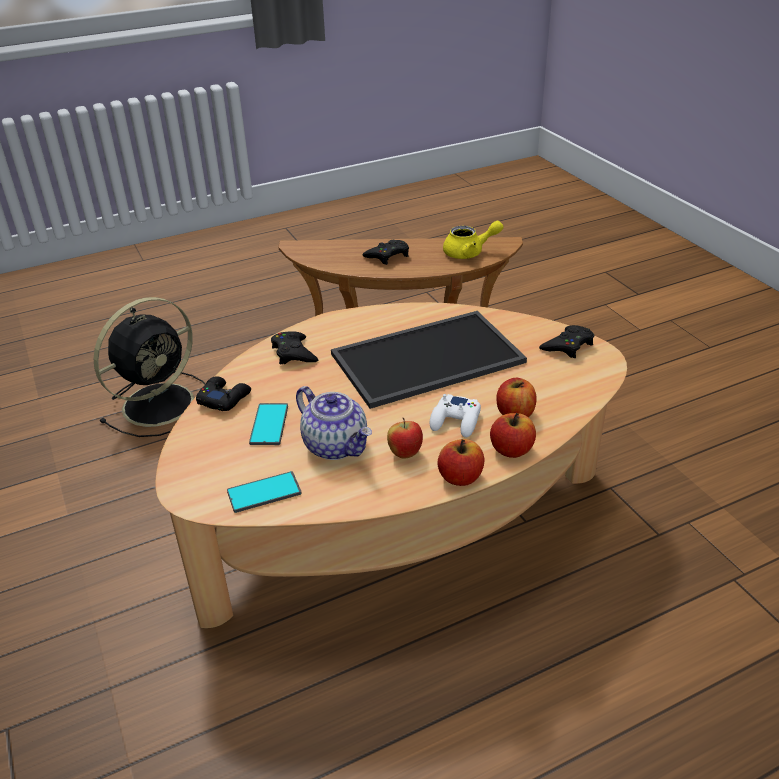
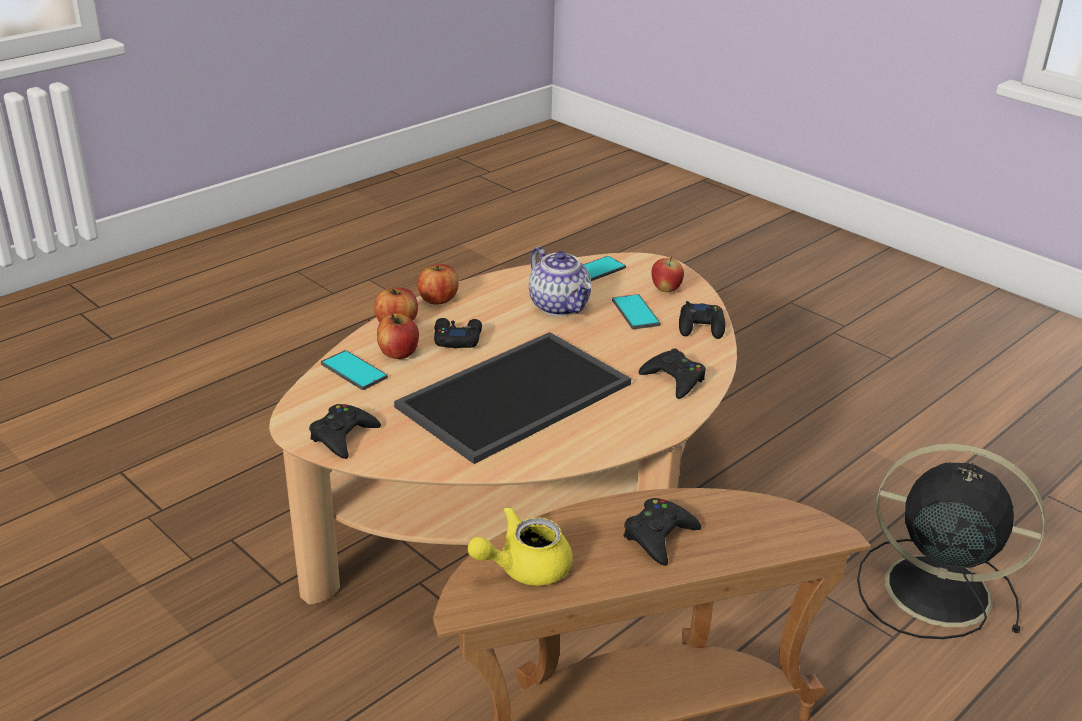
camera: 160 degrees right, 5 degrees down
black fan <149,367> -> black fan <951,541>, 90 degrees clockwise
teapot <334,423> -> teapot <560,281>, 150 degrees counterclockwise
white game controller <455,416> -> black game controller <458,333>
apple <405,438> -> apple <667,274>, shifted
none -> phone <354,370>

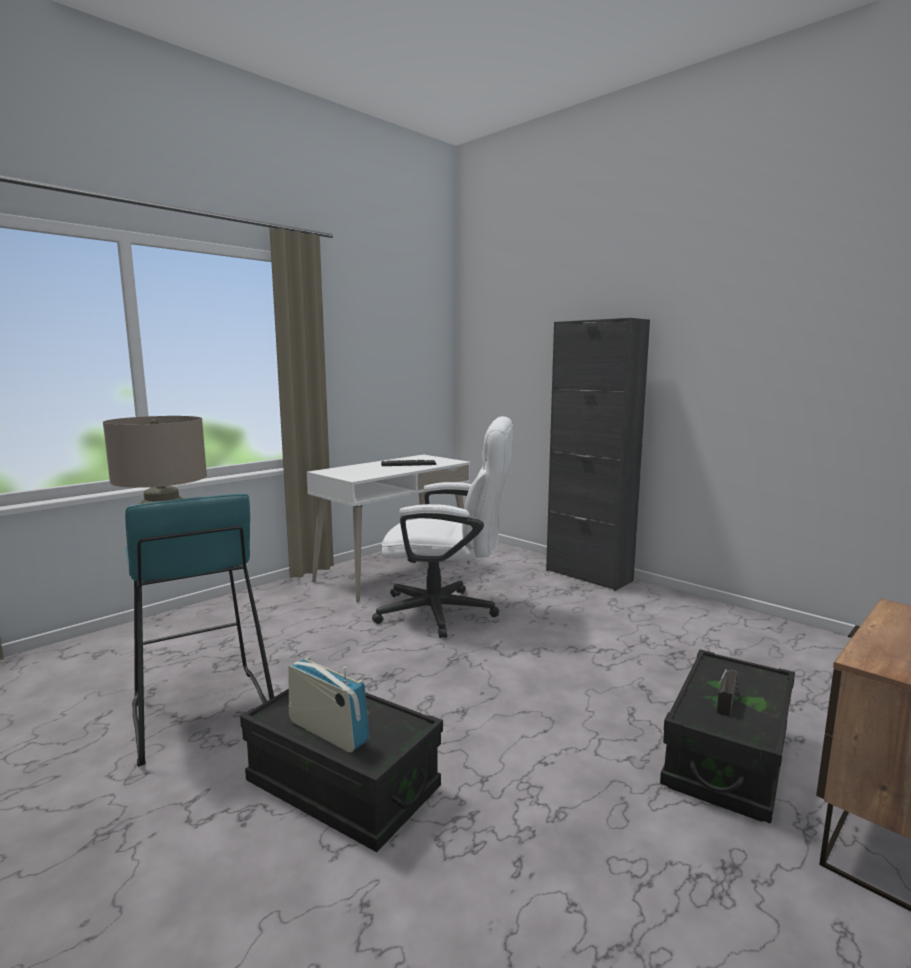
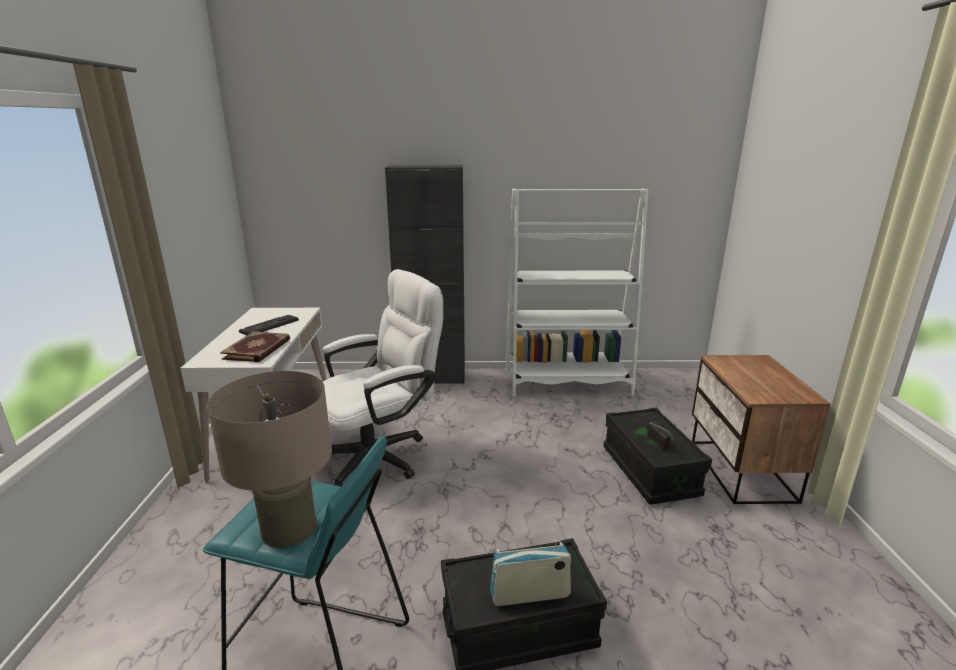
camera: 45 degrees left, 10 degrees up
none -> white bookcase <577,293>
none -> book <255,346>

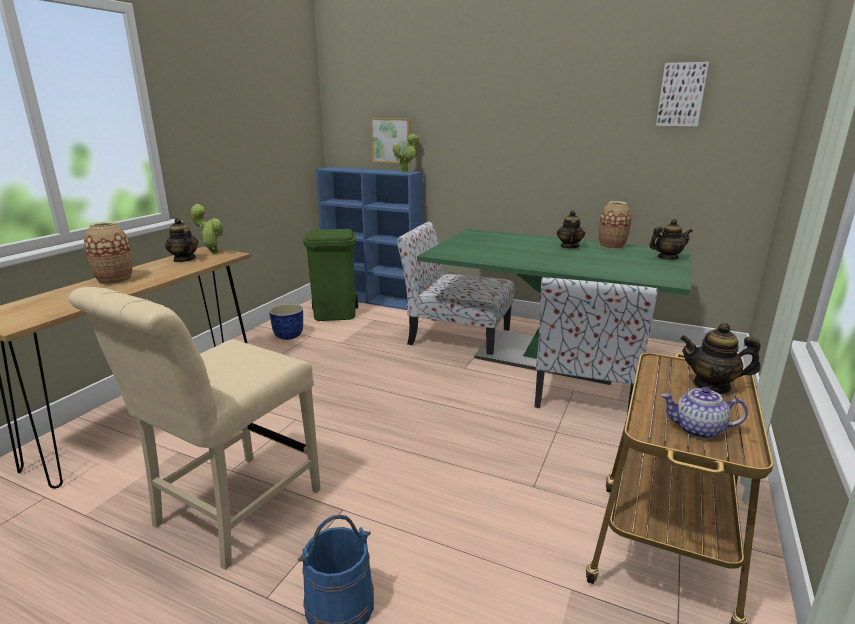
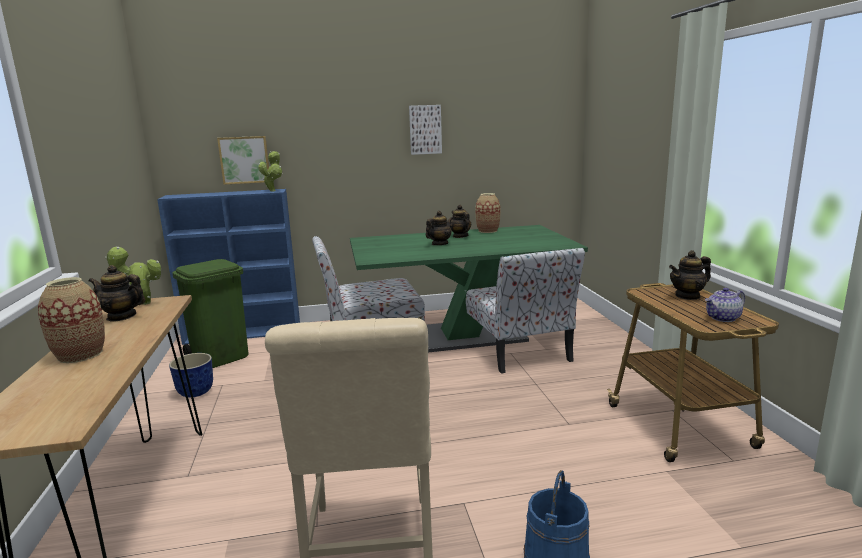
camera: 35 degrees left, 5 degrees down
picture <682,94> -> picture <425,130>, shifted
teapot <671,239> -> teapot <439,228>, shifted

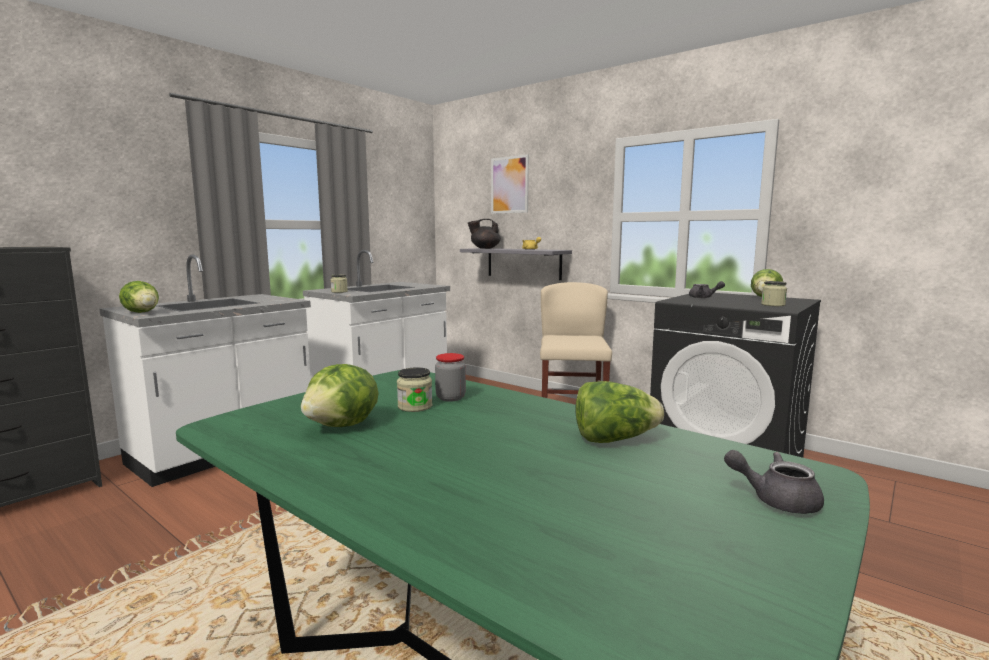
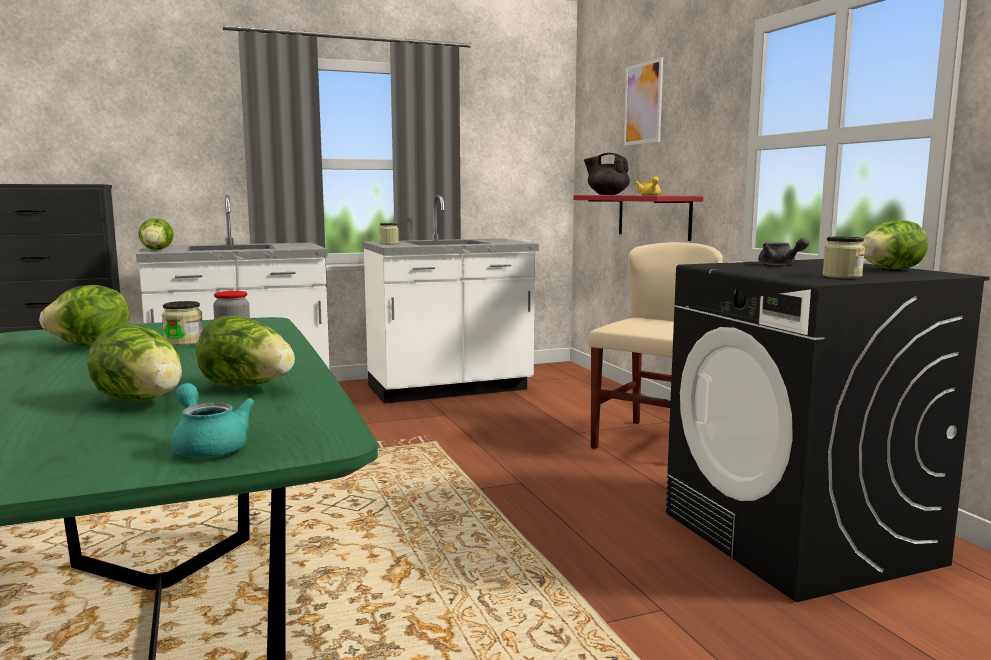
camera: 30 degrees right, 0 degrees up
grey shelf <516,264> -> red shelf <638,218>
grey teapot <774,482> -> turquoise teapot <212,420>
none -> lettuce <134,362>

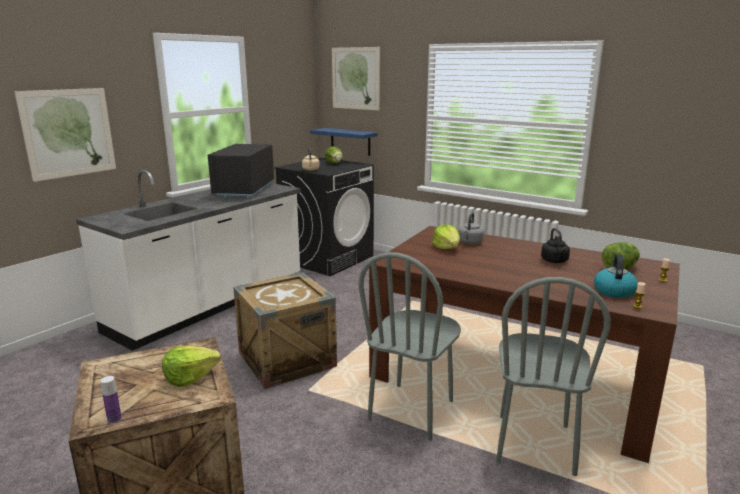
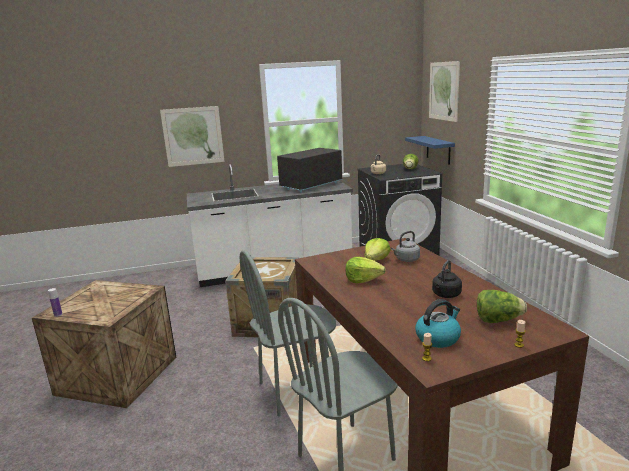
camera: 40 degrees right, 0 degrees up
lettuce <191,366> -> lettuce <366,270>, shifted

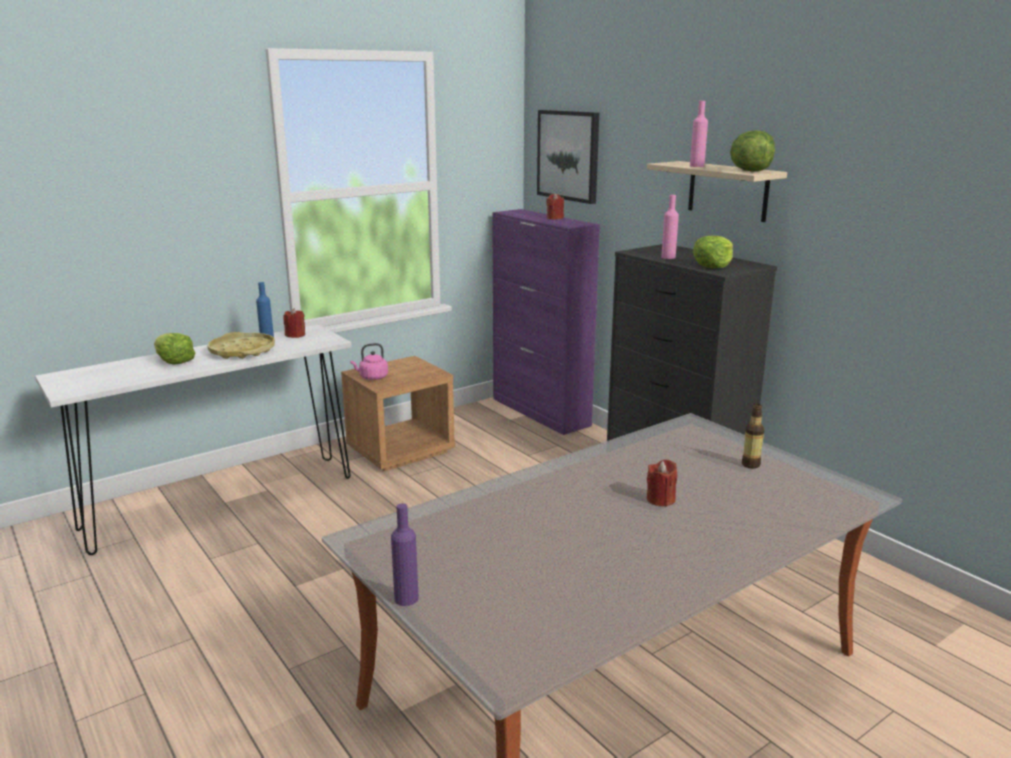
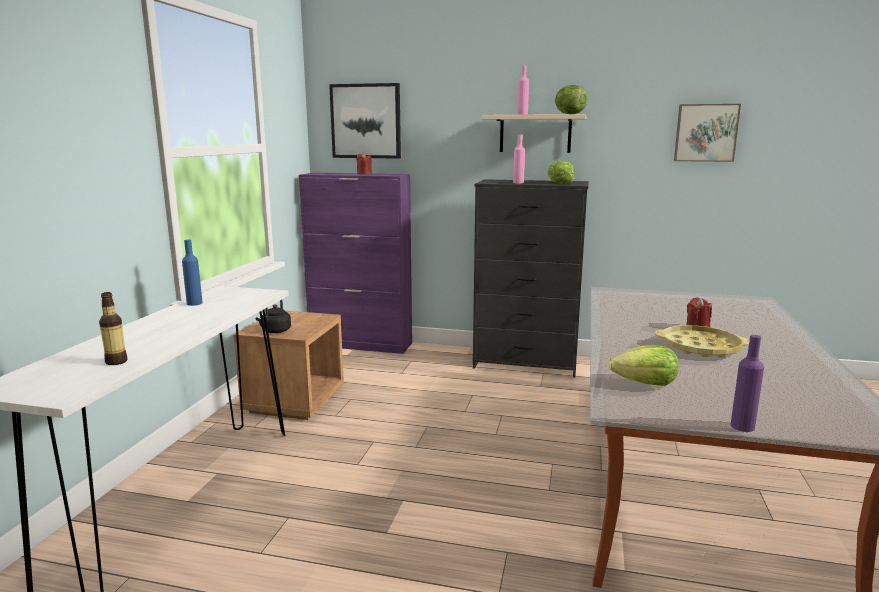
camera: 40 degrees left, 5 degrees down
red candle <294,323> -> none
yellow tray <241,345> -> yellow tray <702,341>, shifted
lettuce <174,349> -> lettuce <644,365>, shifted
pink kettle <369,361> -> black kettle <273,316>
bottle <753,435> -> bottle <113,328>, shifted
none -> picture <707,133>

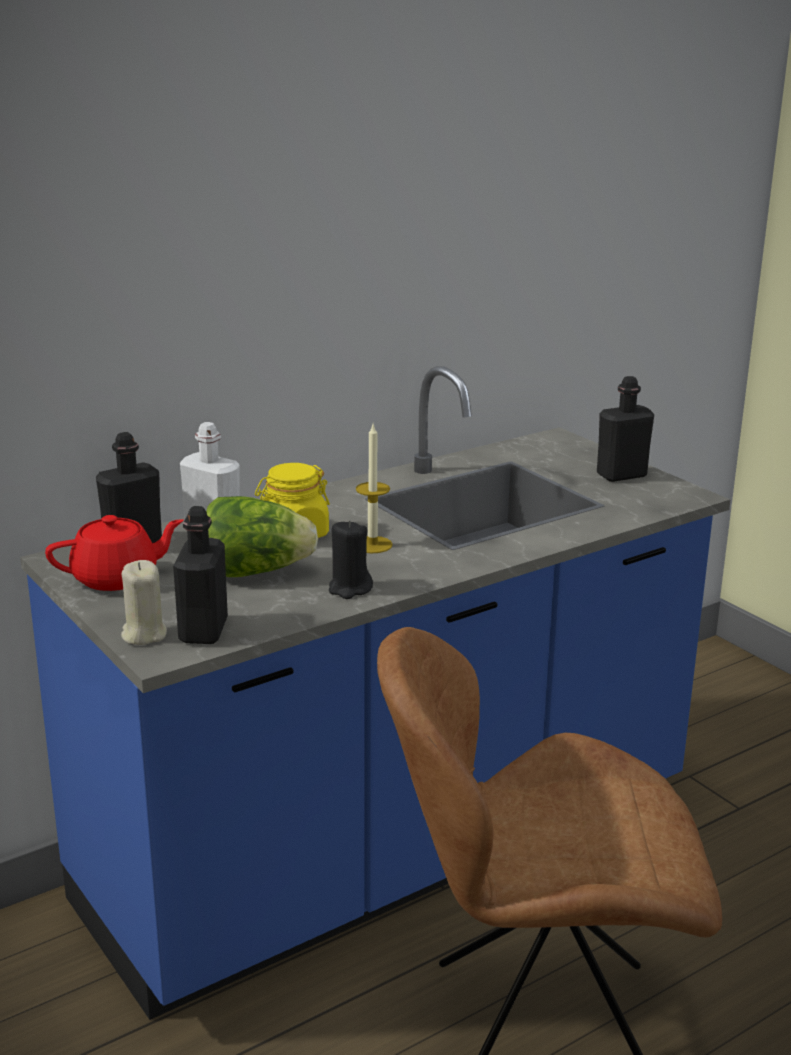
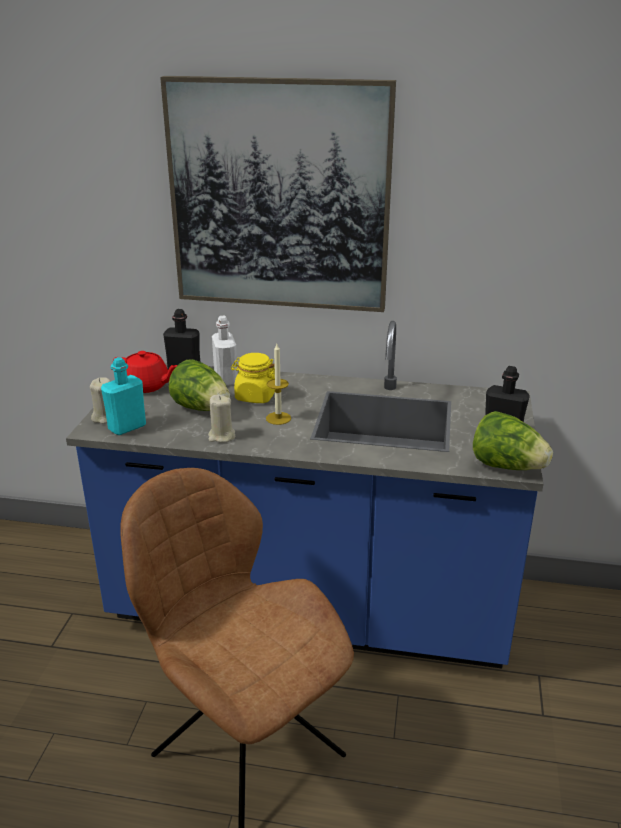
camera: 45 degrees right, 5 degrees up
black bottle <200,575> -> turquoise bottle <123,396>
black candle <351,559> -> beige candle <222,419>
none -> picture <278,194>
none -> lettuce <513,440>

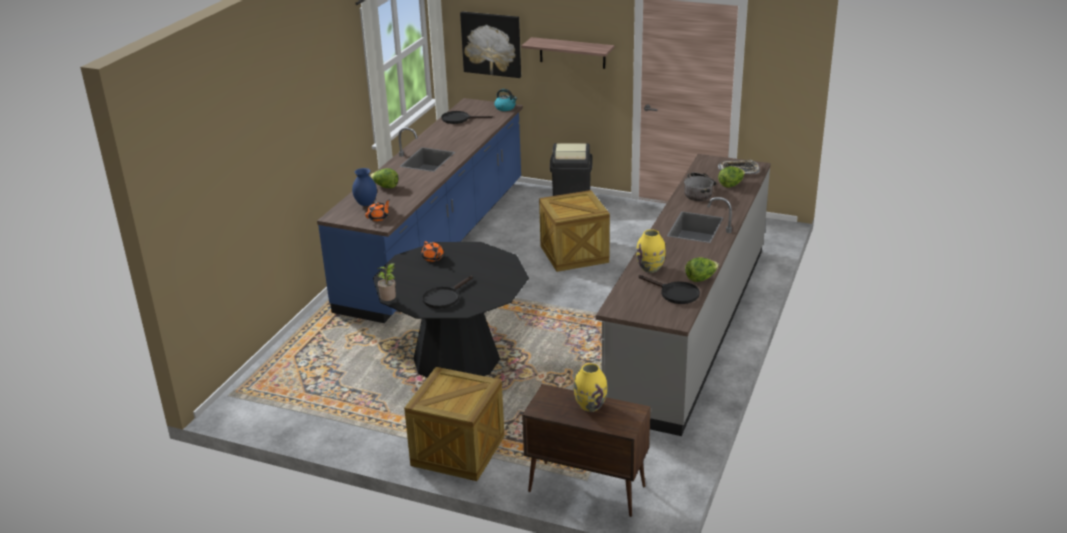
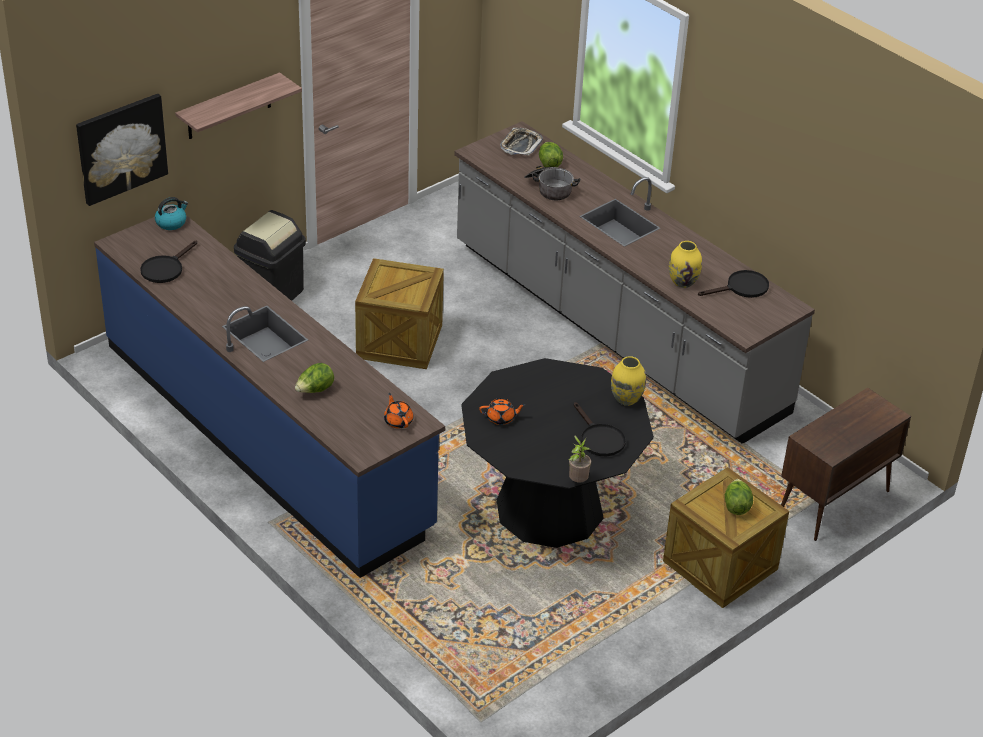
camera: 65 degrees left, 10 degrees up
blue vase <364,187> -> none
lettuce <702,269> -> lettuce <739,497>, shifted
yellow vase <590,387> -> yellow vase <628,381>, shifted

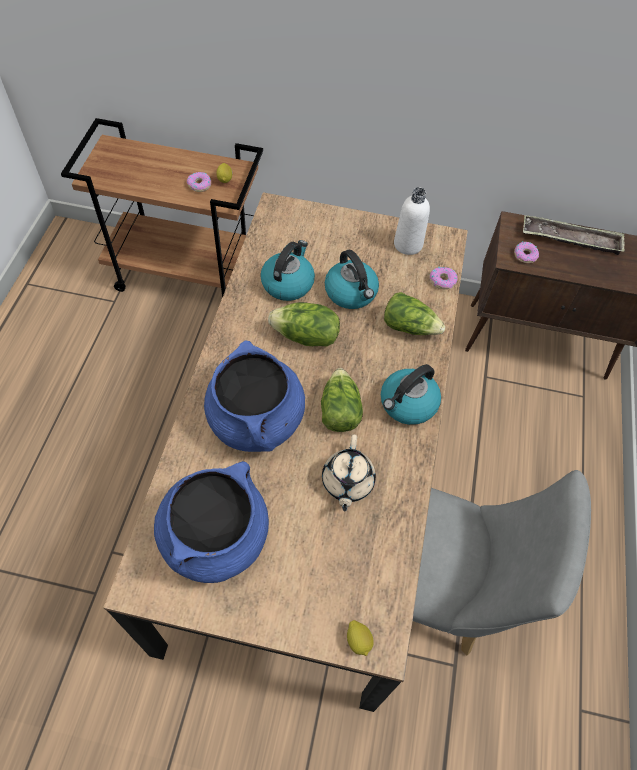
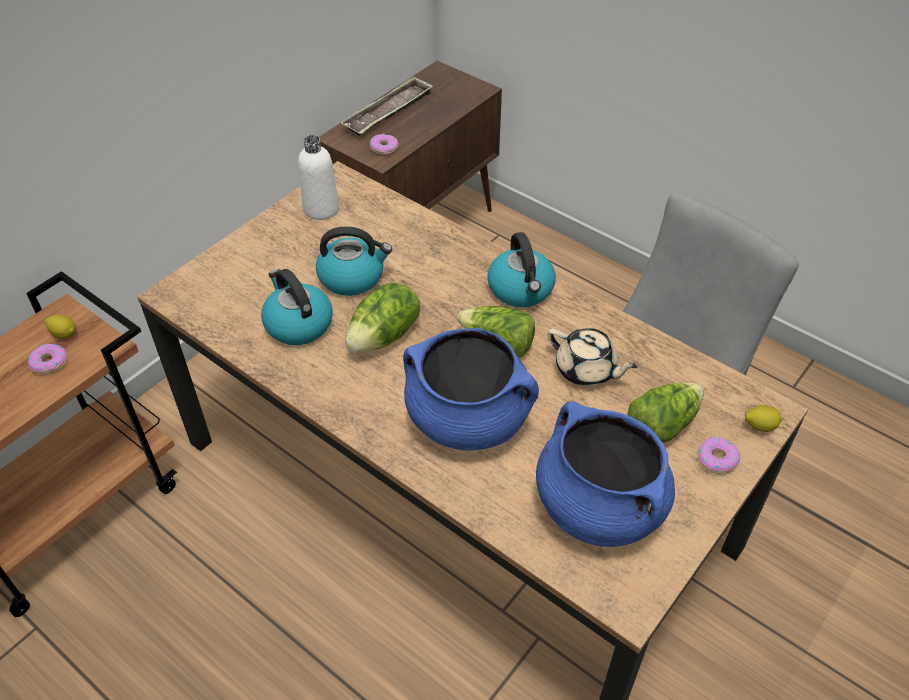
camera: 60 degrees left, 10 degrees down
donut <443,278> -> donut <719,455>, shifted
lettuce <414,313> -> lettuce <665,413>, shifted

